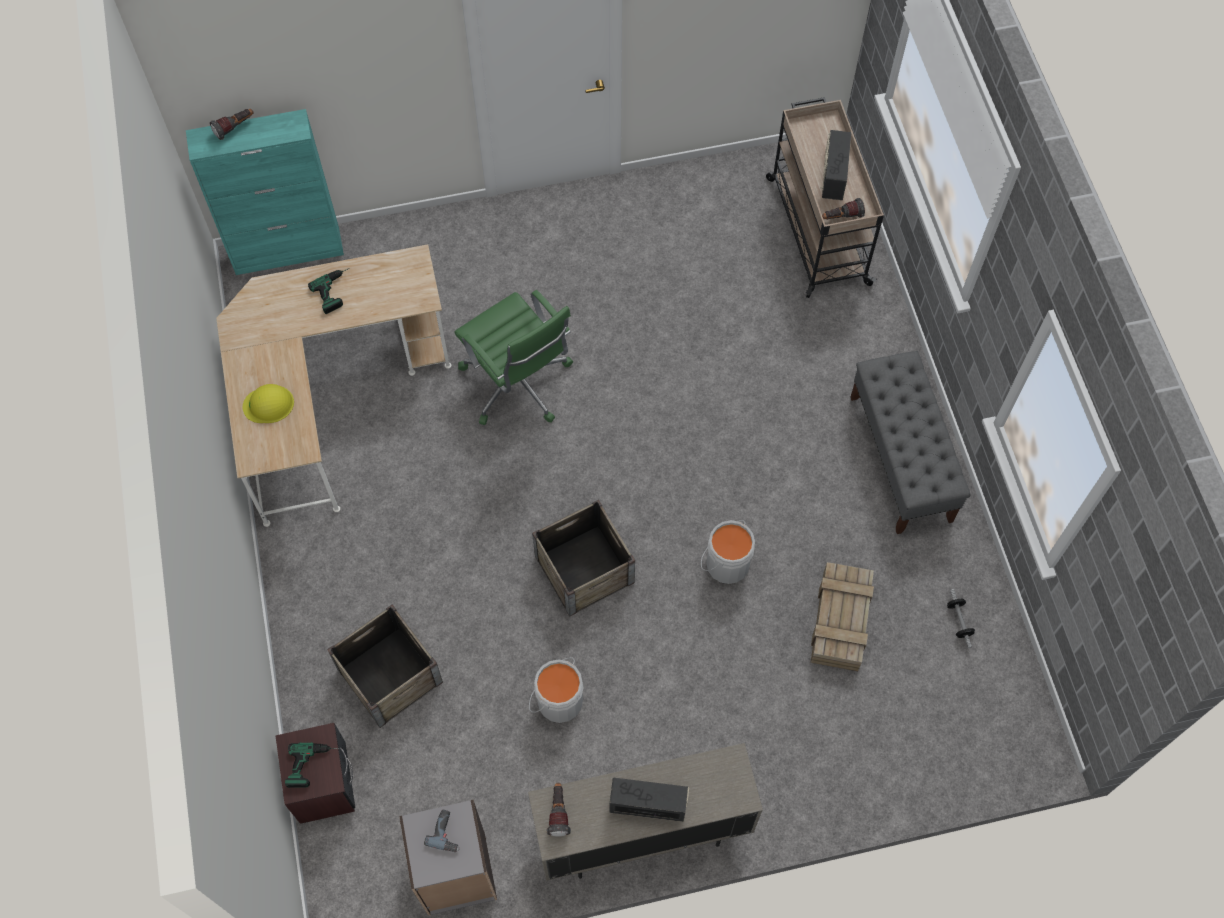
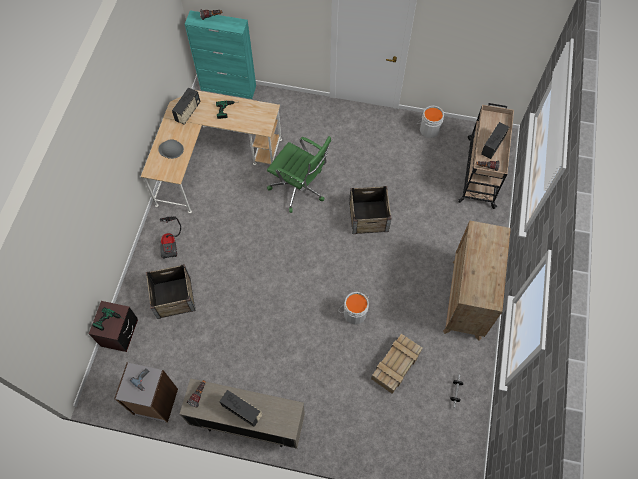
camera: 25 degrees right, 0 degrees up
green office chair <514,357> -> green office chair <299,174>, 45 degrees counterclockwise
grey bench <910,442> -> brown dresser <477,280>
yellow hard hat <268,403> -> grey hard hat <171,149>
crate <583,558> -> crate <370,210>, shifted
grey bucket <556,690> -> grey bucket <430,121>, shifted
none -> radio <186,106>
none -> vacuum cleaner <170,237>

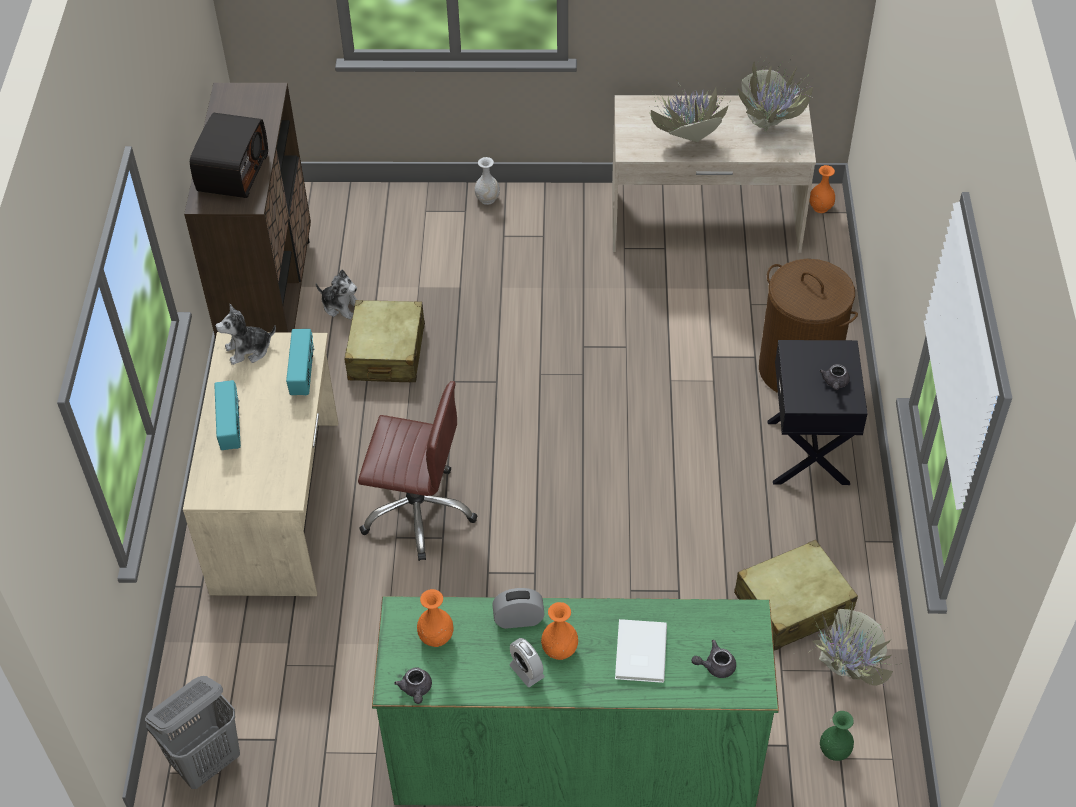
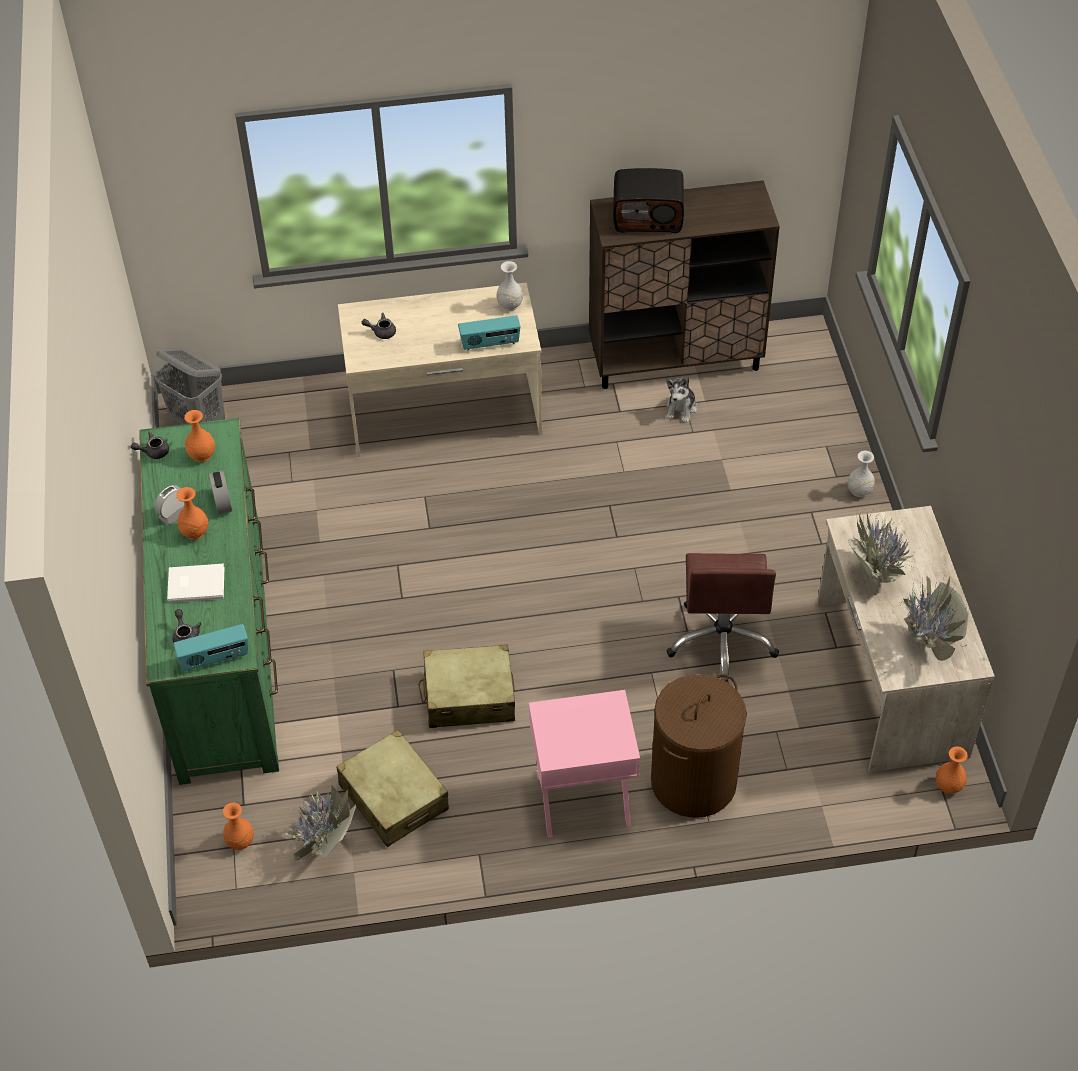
camera: 80 degrees right, 0 degrees up
beige suitcase <384,341> -> beige suitcase <467,686>, shifted
plush toy <245,334> -> white vase <509,286>
black nightstand <818,412> -> pink nightstand <584,764>
grey teapot <835,377> -> grey teapot <379,326>, shifted
radio <227,415> -> radio <210,647>, shifted
brown office chair <418,471> -> brown office chair <722,618>, shifted
green vase <837,736> -> orange vase <238,826>

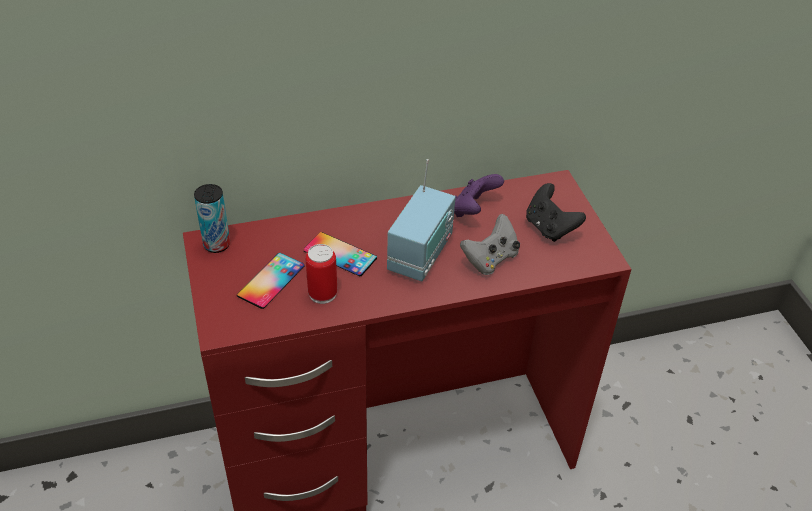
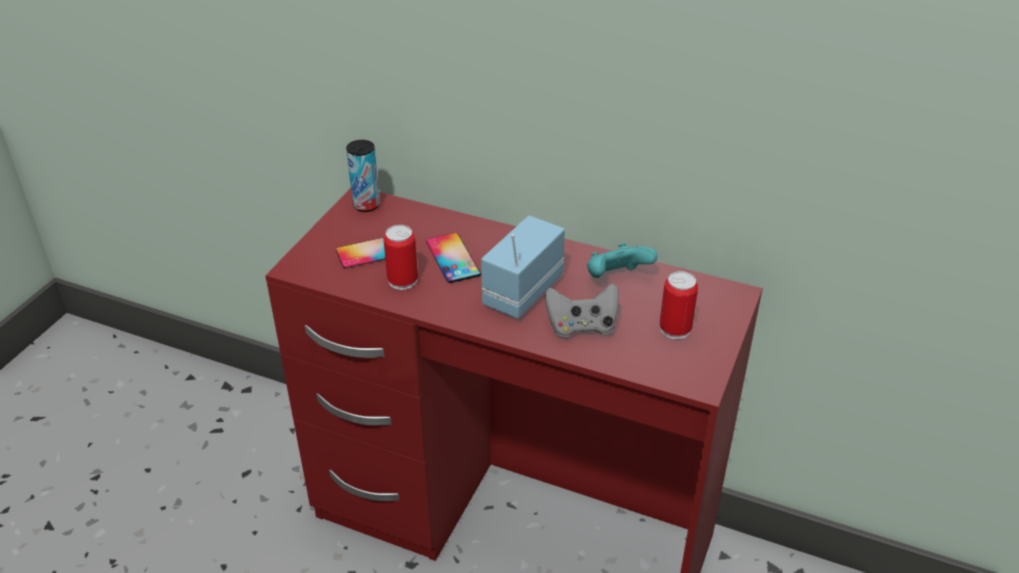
camera: 40 degrees right, 5 degrees down
radio <421,220> -> radio <523,267>, 150 degrees clockwise
purple game controller <479,195> -> turquoise game controller <622,260>
black game controller <556,212> -> can <679,305>

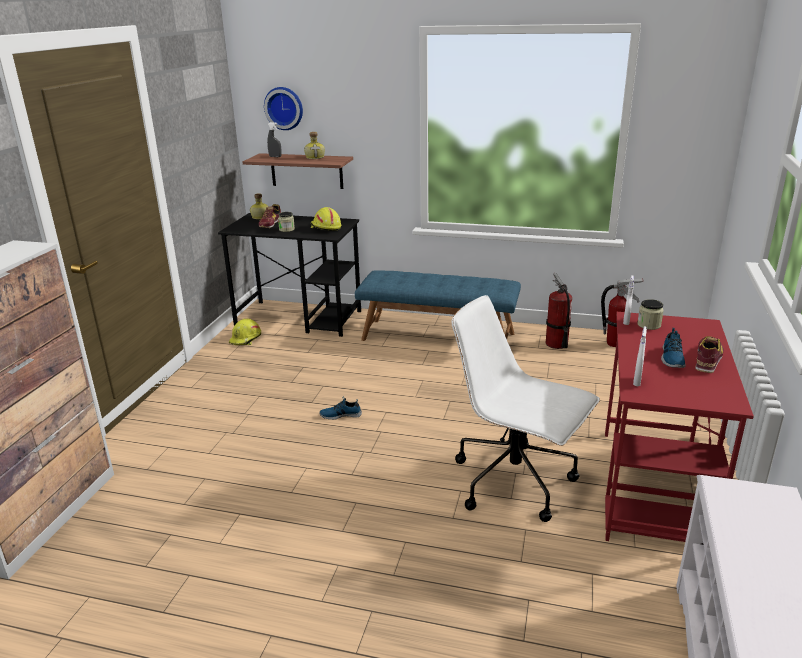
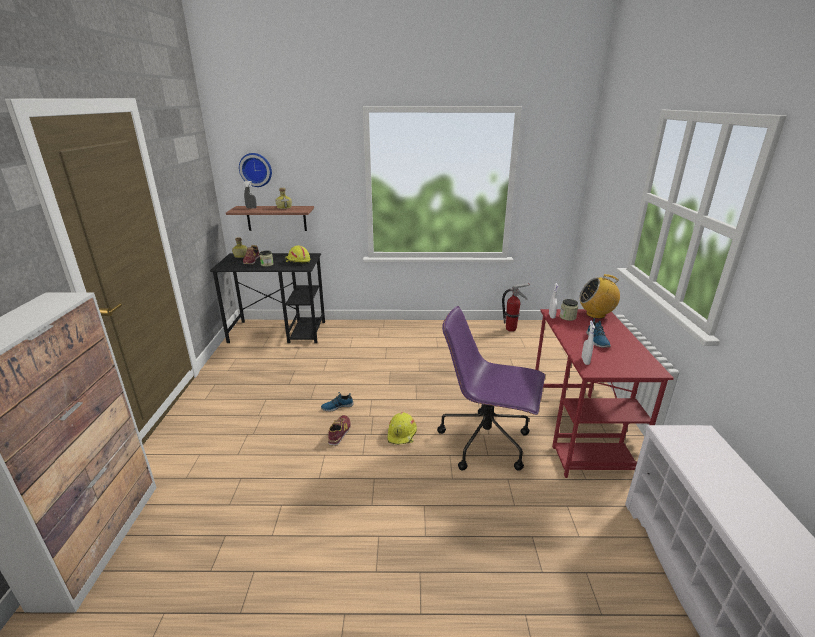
camera: 15 degrees left, 0 degrees up
blue bench <438,305> -> none
fire extinguisher <559,311> -> none
white office chair <526,408> -> purple office chair <491,388>
yellow hard hat <245,331> -> yellow hard hat <402,428>, shifted
shoe <709,354> -> shoe <339,430>, shifted
none -> radio <599,296>

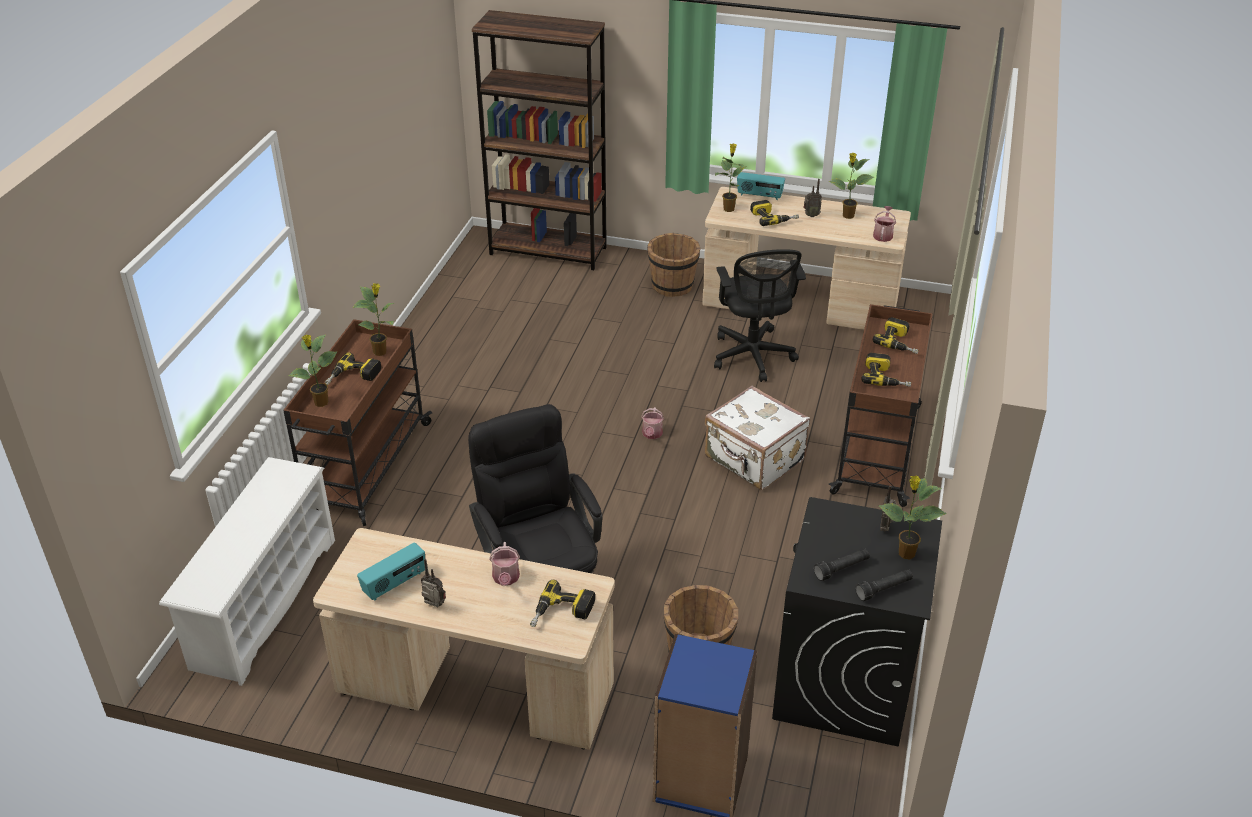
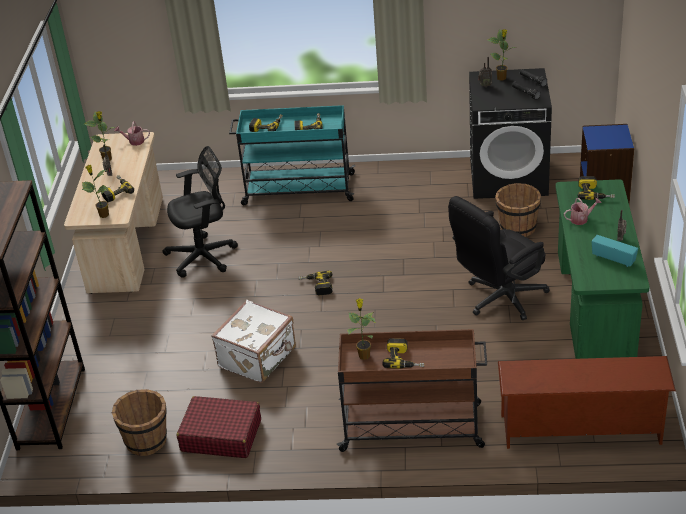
camera: 100 degrees left, 0 degrees up
radio <761,186> -> none
brown bucket <674,265> -> brown bucket <139,422>, shifted
brown cart <881,405> -> turquoise cart <292,155>
potted plant <313,370> -> none
white suitcase <757,438> -> white suitcase <253,341>, shifted
watering can <652,423> -> power drill <315,283>
white shoe rack <247,571> -> brown shoe rack <587,402>
beige desk <464,639> -> green desk <603,269>
none -> red suitcase <219,427>

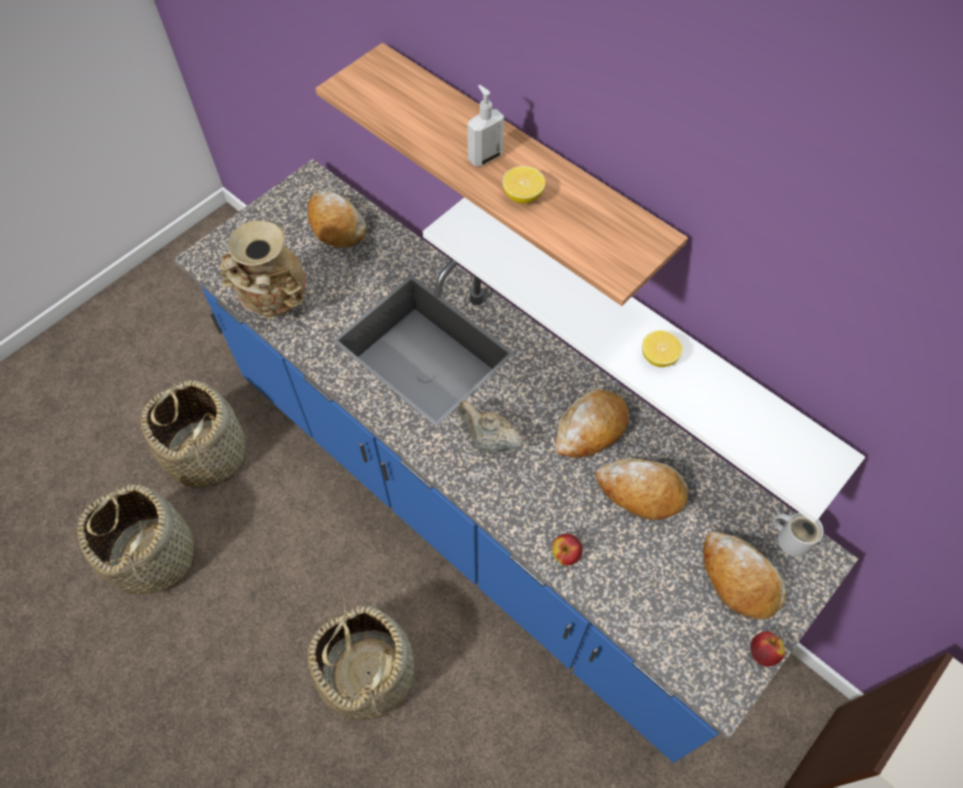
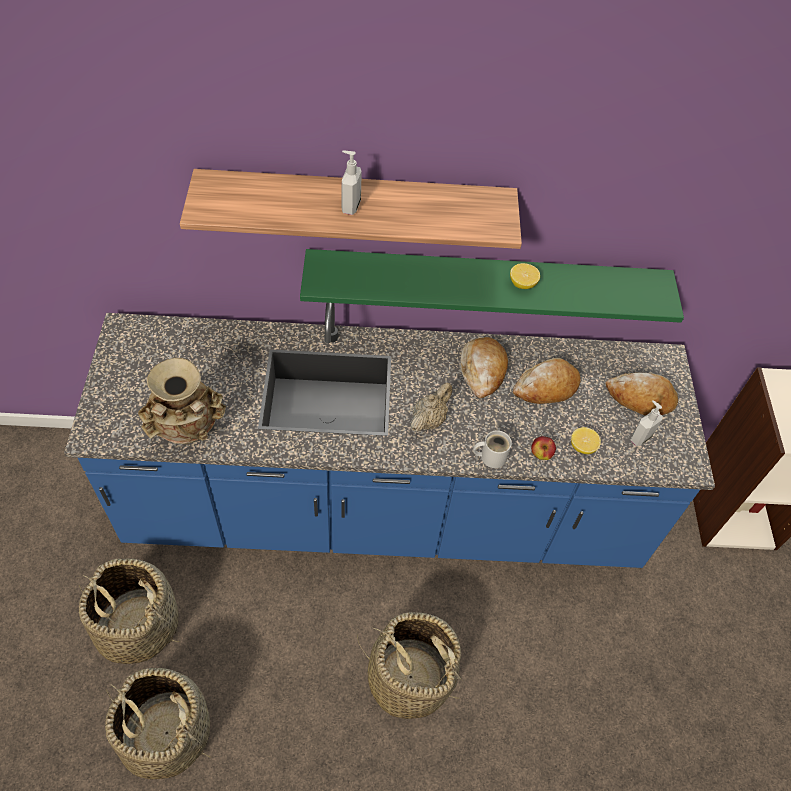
camera: 45 degrees left, 5 degrees down
lemon <523,184> -> lemon <586,440>, shifted
bread <337,219> -> none
white shelf <644,360> -> green shelf <492,286>
beige teapot <490,426> -> beige teapot <431,407>, 135 degrees clockwise
white mug <798,535> -> white mug <492,449>, shifted
apple <767,649> -> none
none -> soap dispenser <647,423>

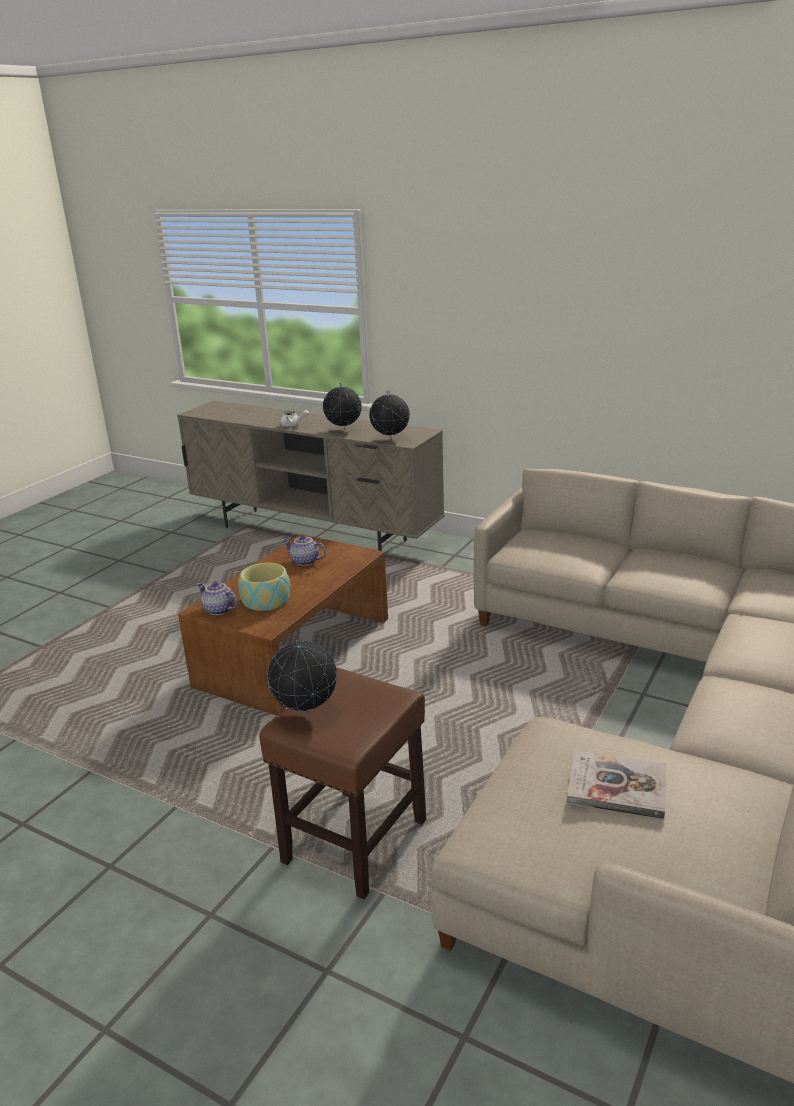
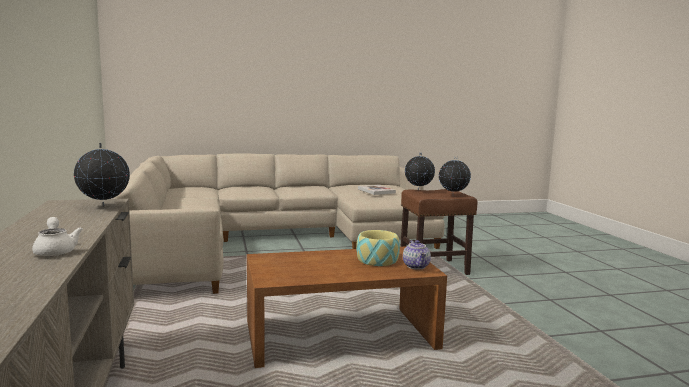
camera: 135 degrees left, 15 degrees down
globe <342,406> -> globe <420,171>, shifted
teapot <304,550> -> none

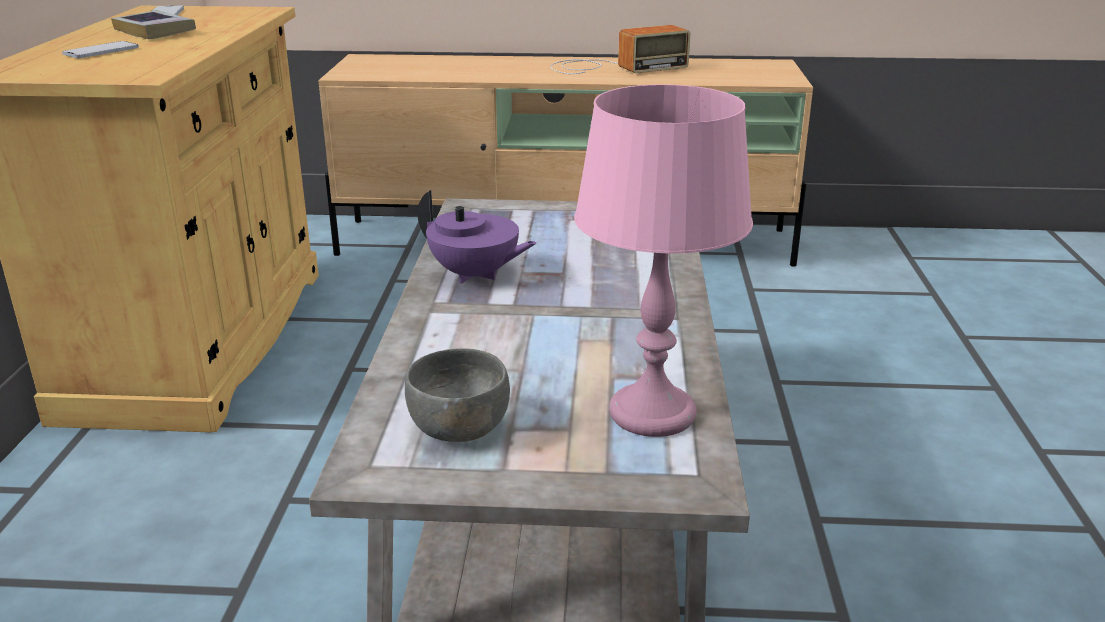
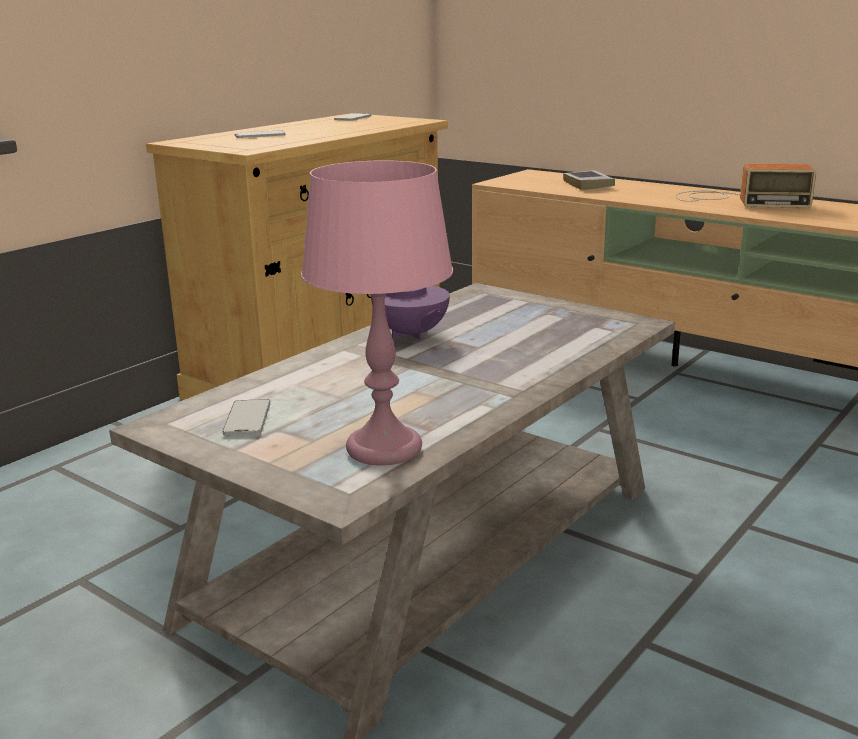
camera: 35 degrees right, 5 degrees down
book <153,25> -> book <589,180>, shifted
grey bowl <457,395> -> phone <246,417>

